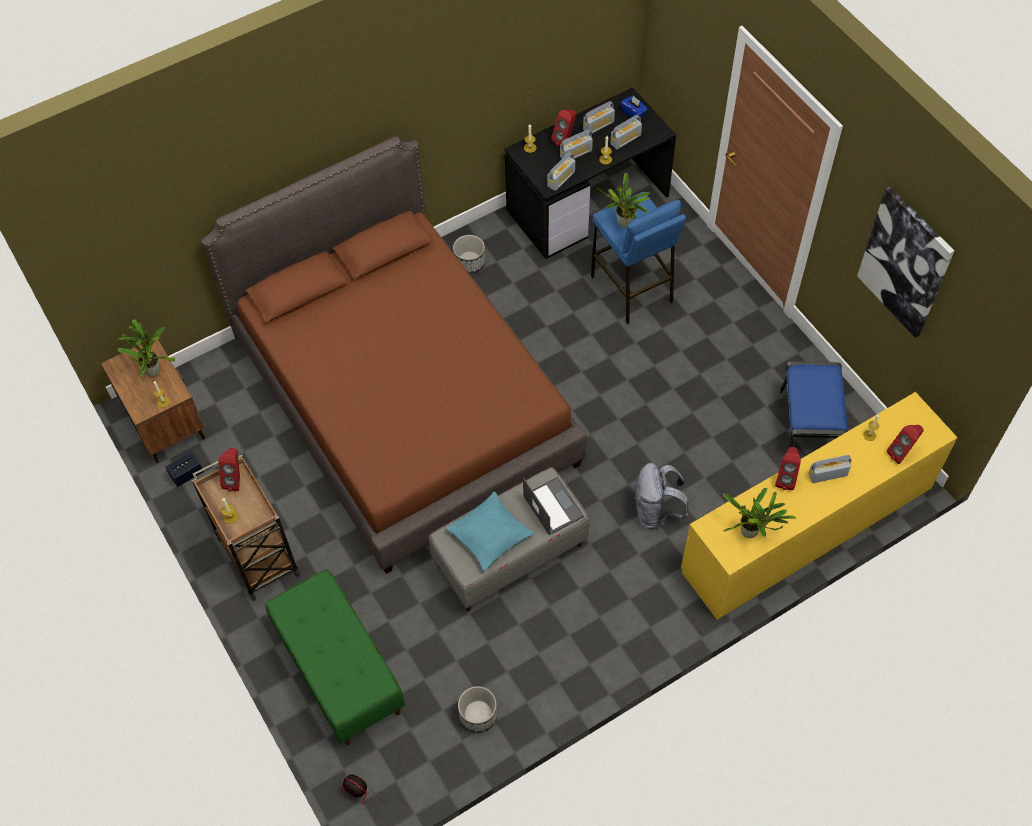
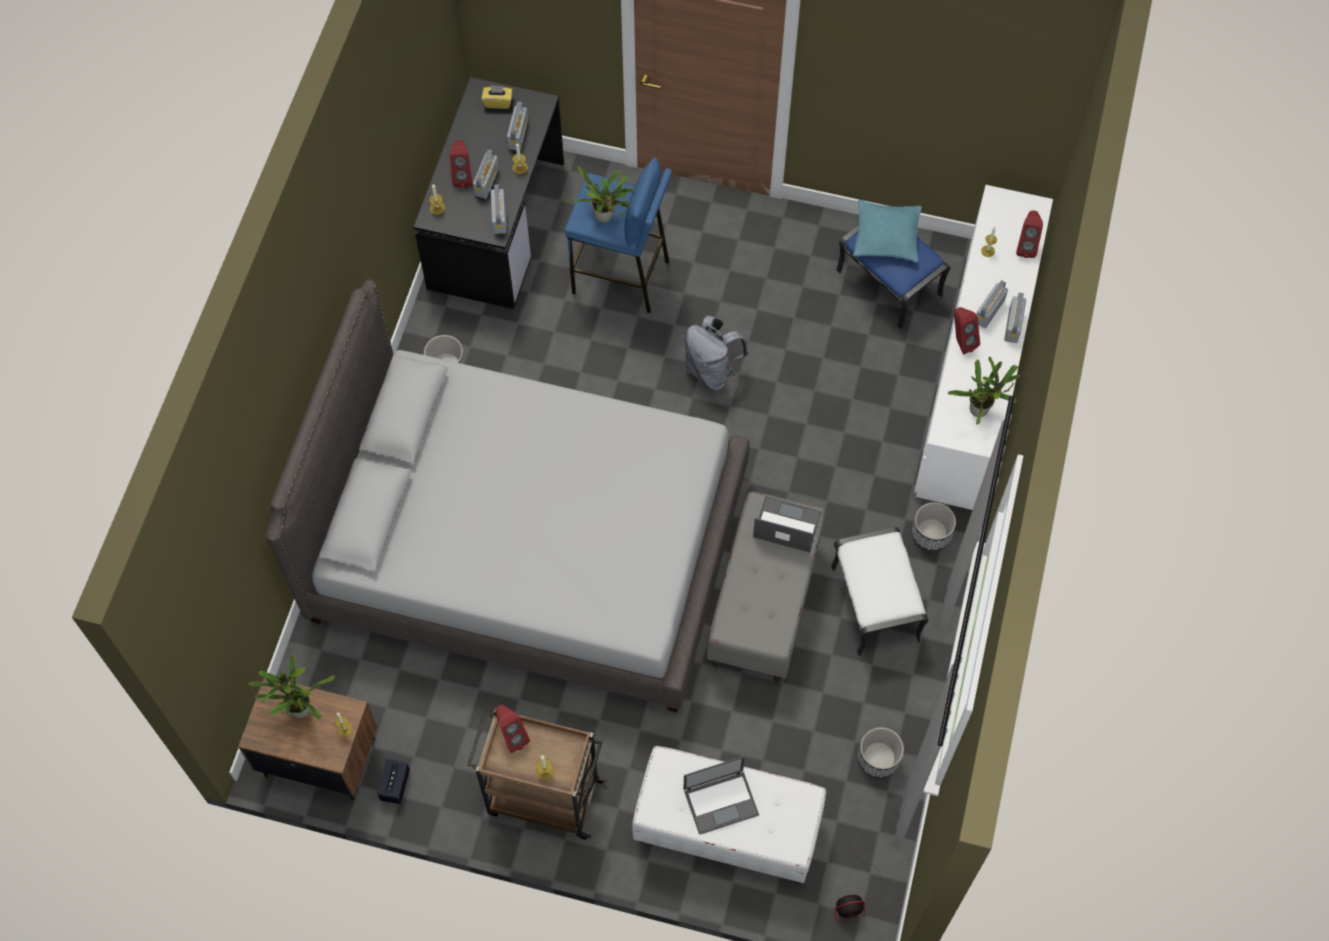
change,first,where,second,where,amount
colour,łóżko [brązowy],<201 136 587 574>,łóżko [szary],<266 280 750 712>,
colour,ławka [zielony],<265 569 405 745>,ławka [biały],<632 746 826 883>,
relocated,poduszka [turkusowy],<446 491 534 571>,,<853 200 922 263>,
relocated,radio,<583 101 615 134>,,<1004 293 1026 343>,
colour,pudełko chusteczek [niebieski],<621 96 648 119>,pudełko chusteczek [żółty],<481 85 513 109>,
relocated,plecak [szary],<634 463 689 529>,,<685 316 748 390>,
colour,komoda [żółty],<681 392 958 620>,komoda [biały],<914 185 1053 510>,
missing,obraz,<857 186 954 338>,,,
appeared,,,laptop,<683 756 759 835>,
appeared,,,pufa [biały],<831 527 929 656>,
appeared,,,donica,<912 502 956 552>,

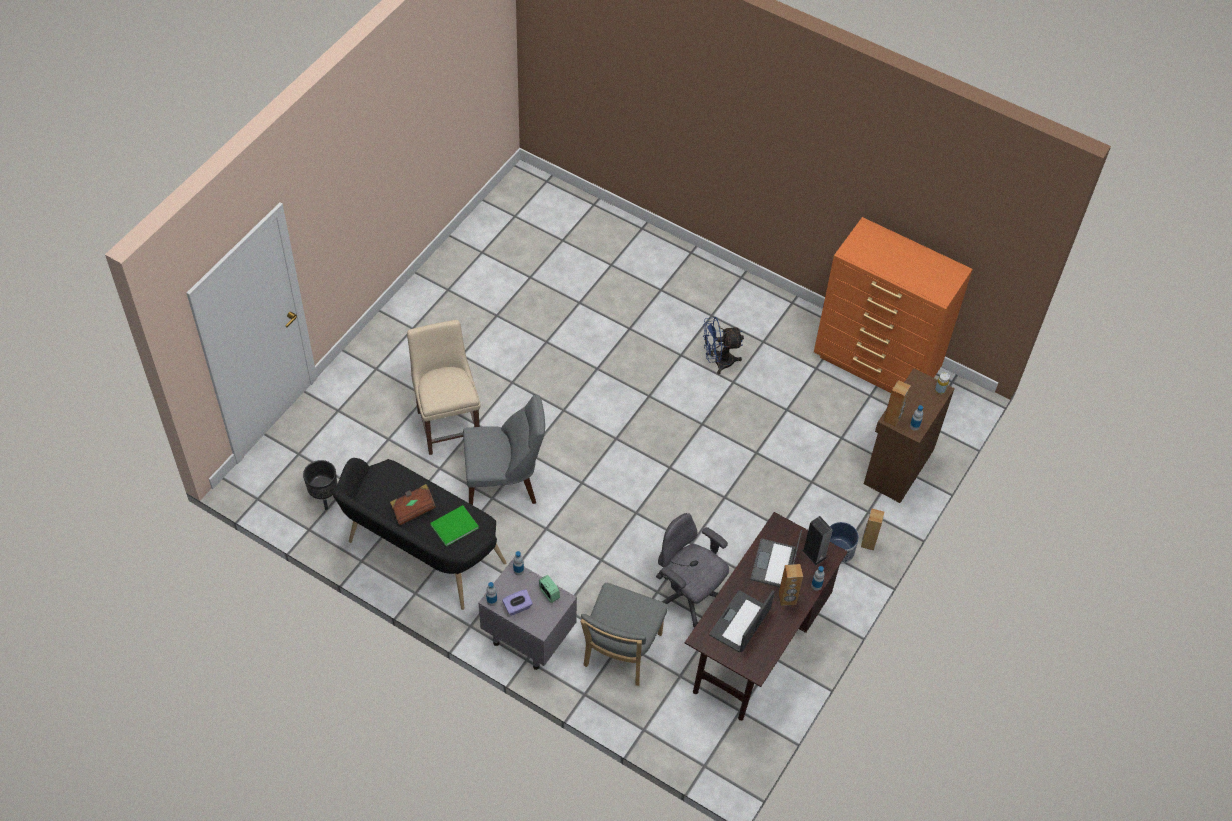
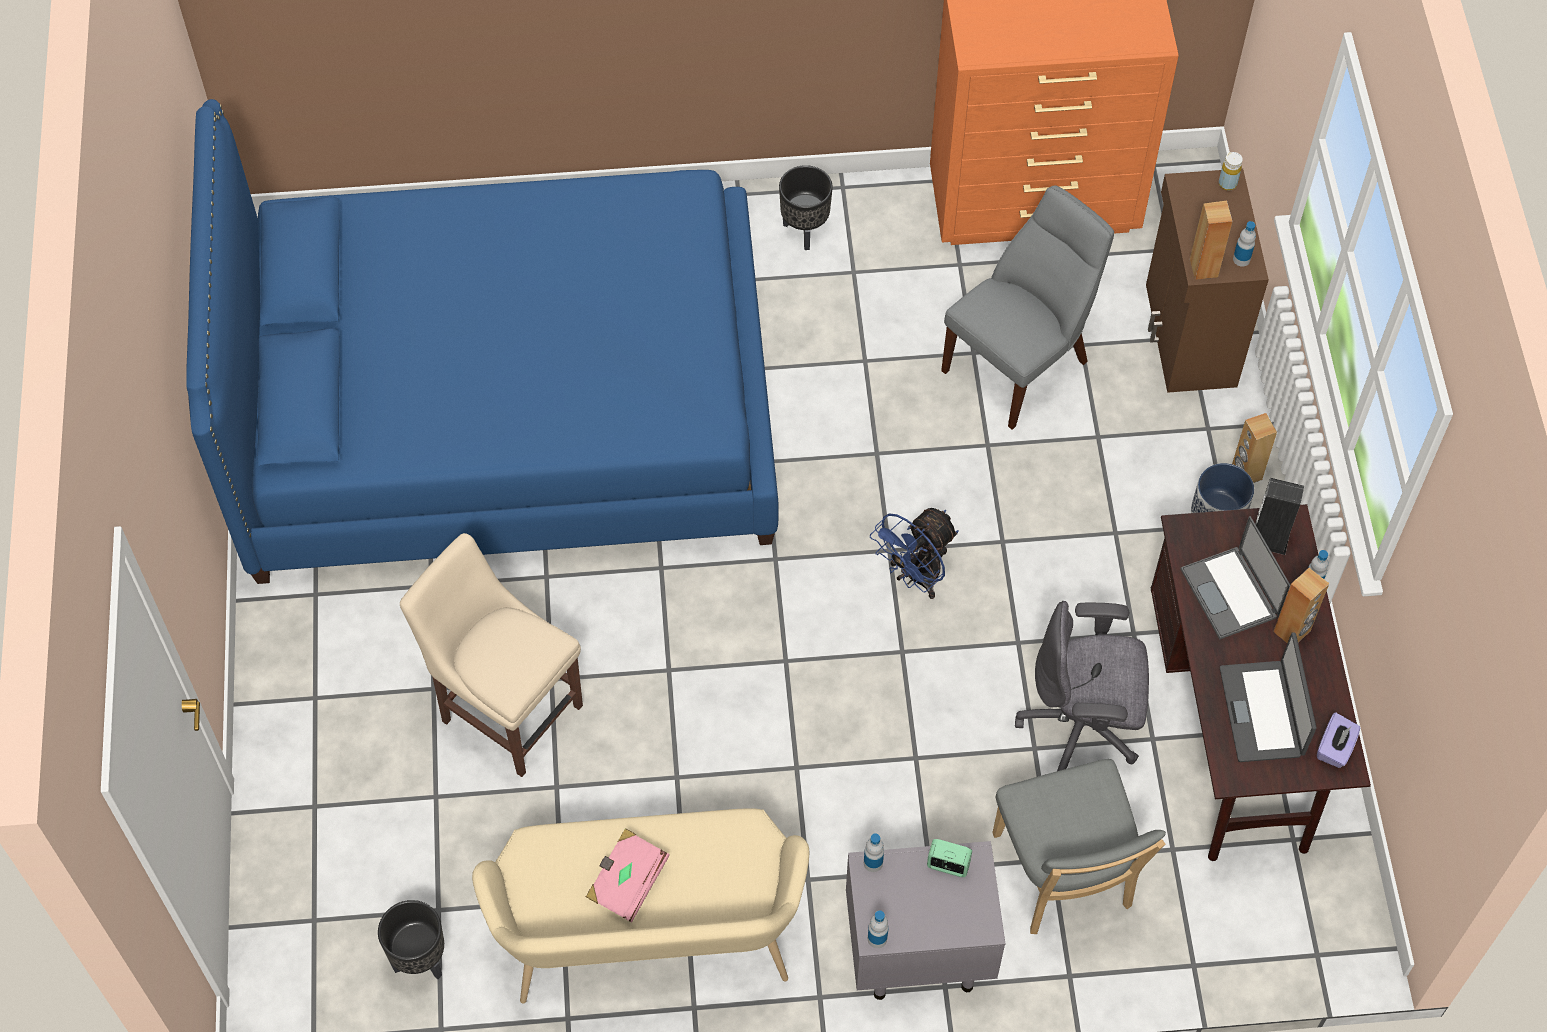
change,first,where,second,where,amount
colour,ławka [czarny],<332 458 506 610>,ławka [beżowy],<472 808 809 1004>,
colour,książka [brązowy],<390 484 436 525>,książka [różowy],<586 828 670 922>,
missing,książka [zielony],<430 505 479 546>,,,
relocated,krzesło [szary],<463 394 545 505>,,<941 185 1114 429>,
relocated,pudełko chusteczek [fioletowy],<502 589 533 616>,,<1317 712 1361 768>,
relocated,wentylator [niebieski],<703 317 744 375>,,<870 508 959 599>,
appeared,,,łóżko [niebieski],<186 99 779 584>,
appeared,,,donica [czarny],<779 165 833 250>,

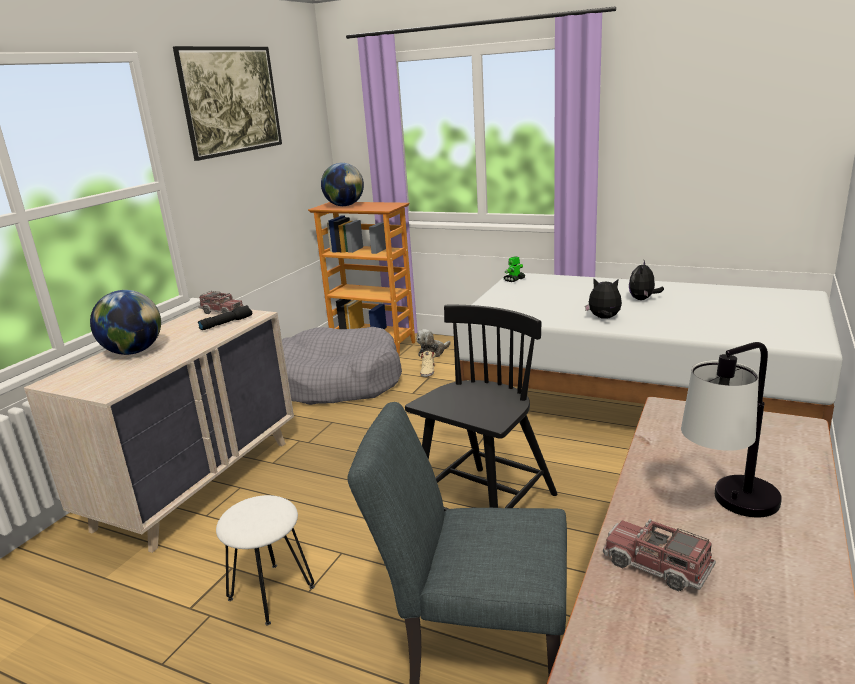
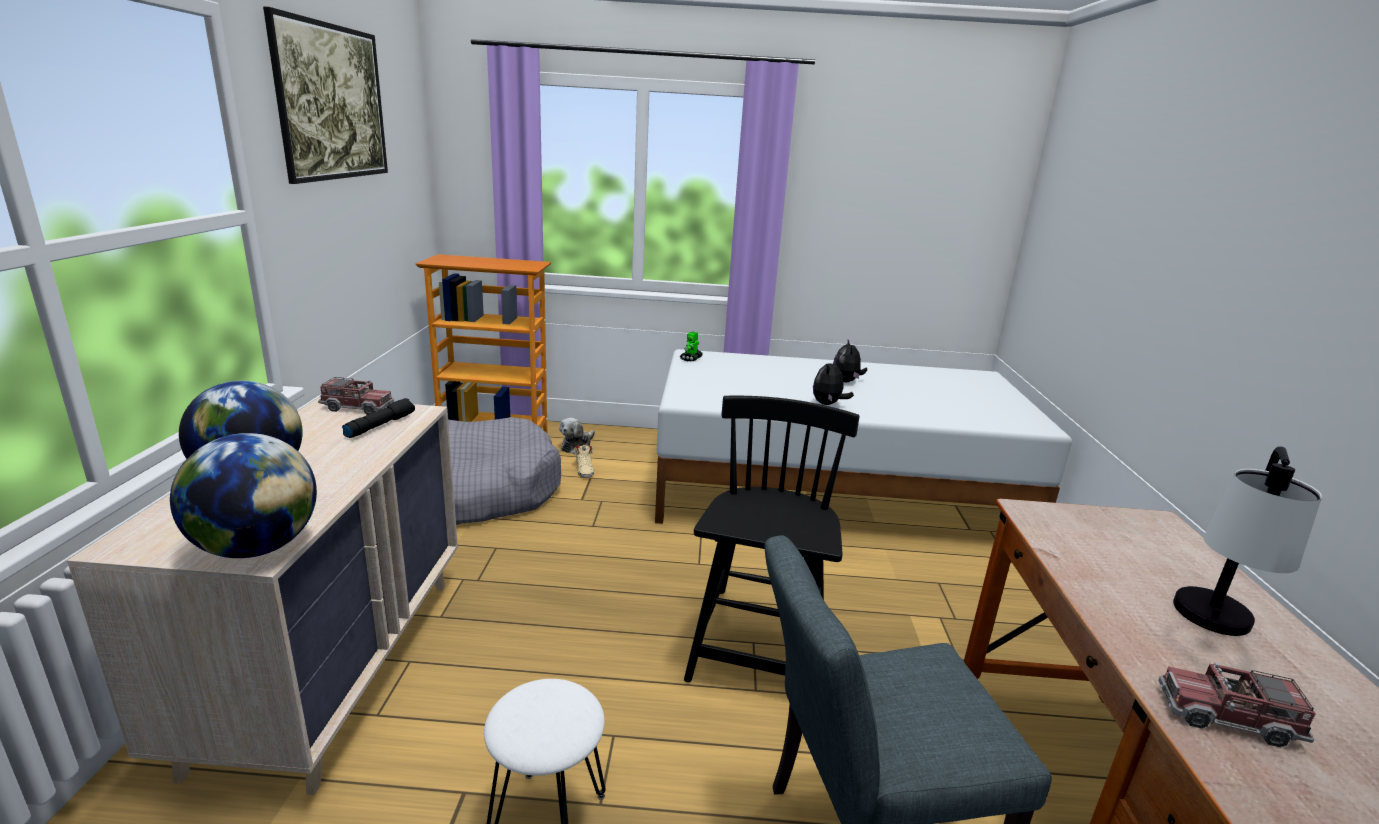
change,first,where,second,where,amount
relocated,globus,<321 163 364 206>,,<170 433 317 558>,
spun,pluszak,<585 279 622 319>,,<813 357 854 405>,60 degrees counterclockwise

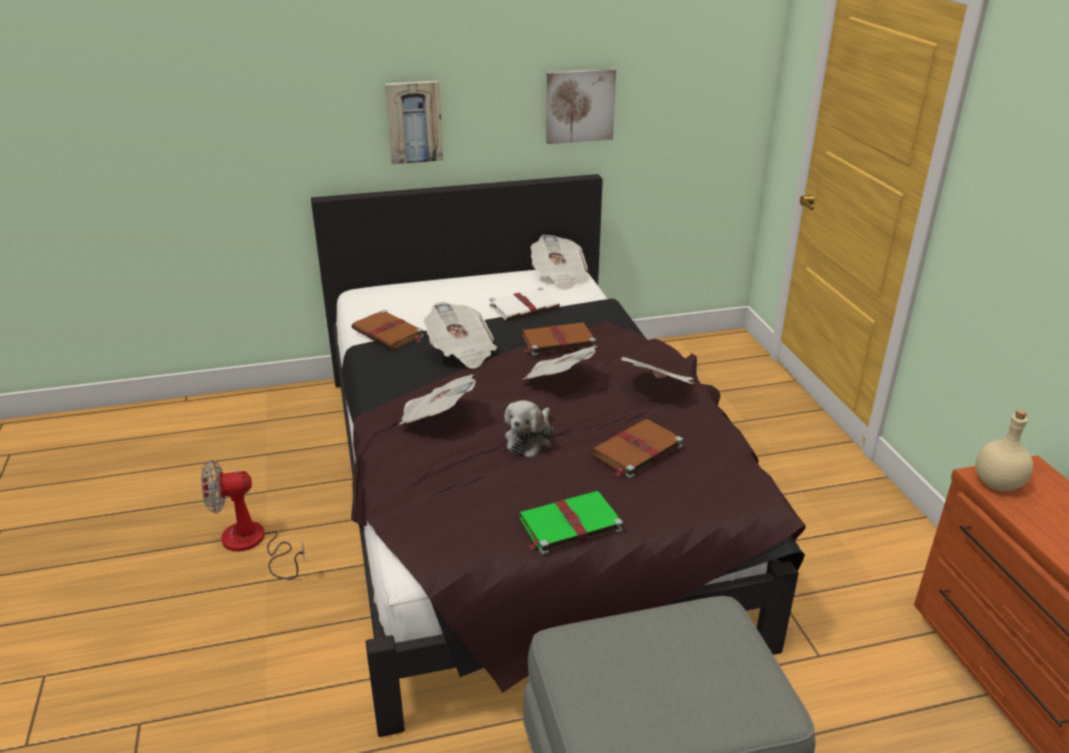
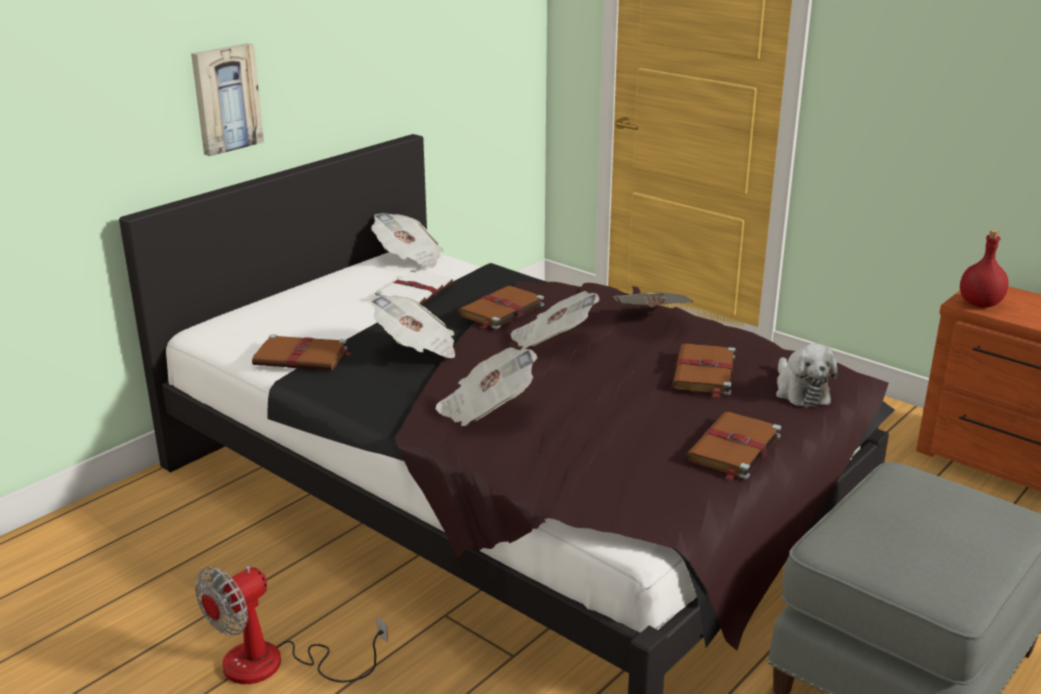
change,first,where,second,where,amount
relocated,pluszak,<504 400 553 457>,,<776 344 838 408>,
colour,książka [zielony],<519 491 623 555>,książka [brązowy],<686 412 781 480>,
missing,obraz,<546 68 616 144>,,,
colour,butelka [beżowy],<976 409 1033 491>,butelka [czerwony],<960 230 1009 308>,

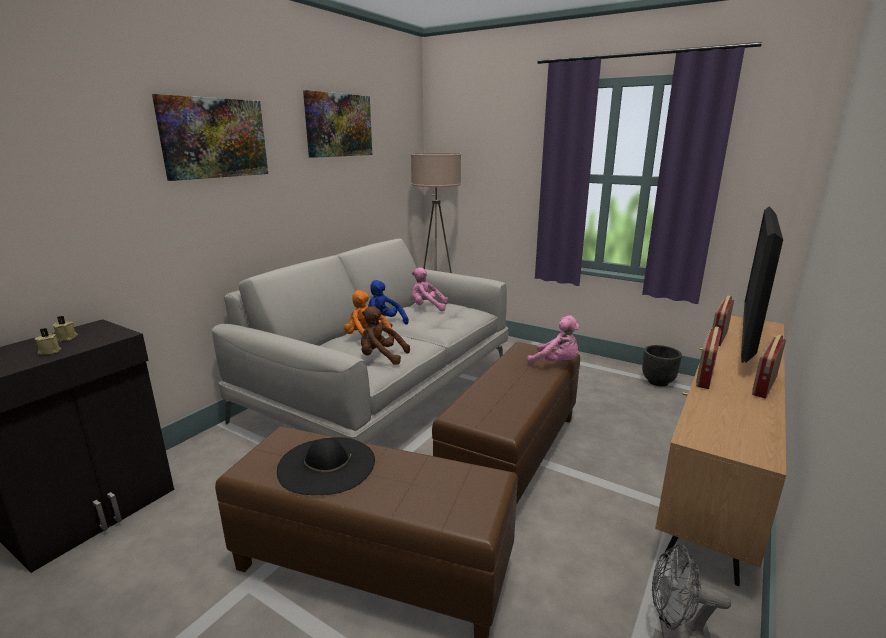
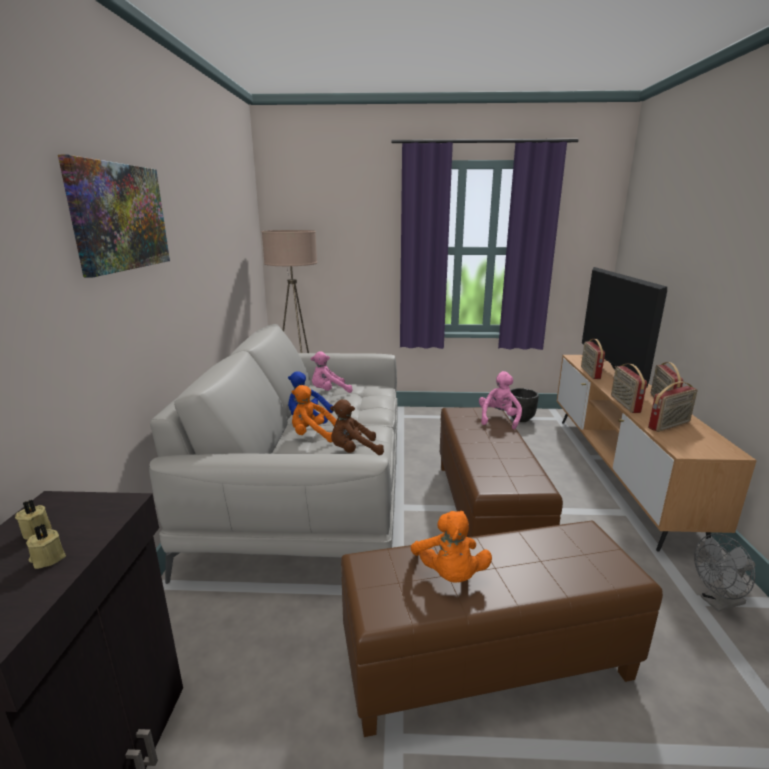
change,first,where,second,where,amount
exchanged,kapelusz [czarny],<277 437 375 495>,pluszak [pomarańczowy],<411 511 492 582>,
missing,obraz,<303 90 372 158>,,,
spun,pluszak [różowy],<527 315 579 365>,,<479 371 522 430>,75 degrees counterclockwise
appeared,,,radio,<648 381 697 432>,

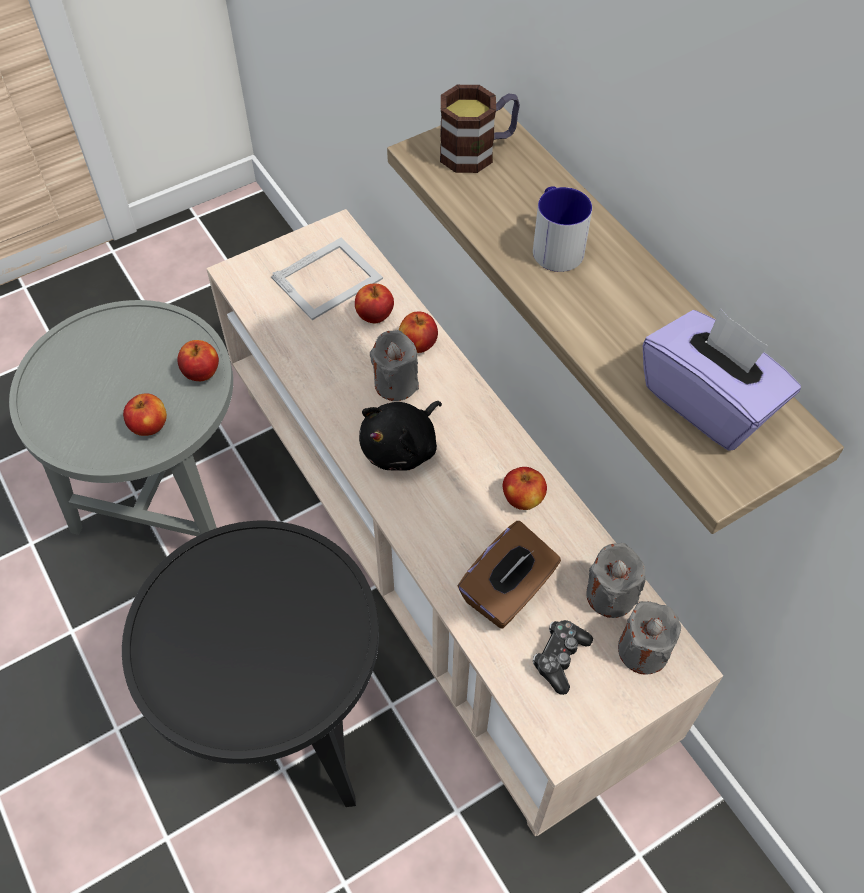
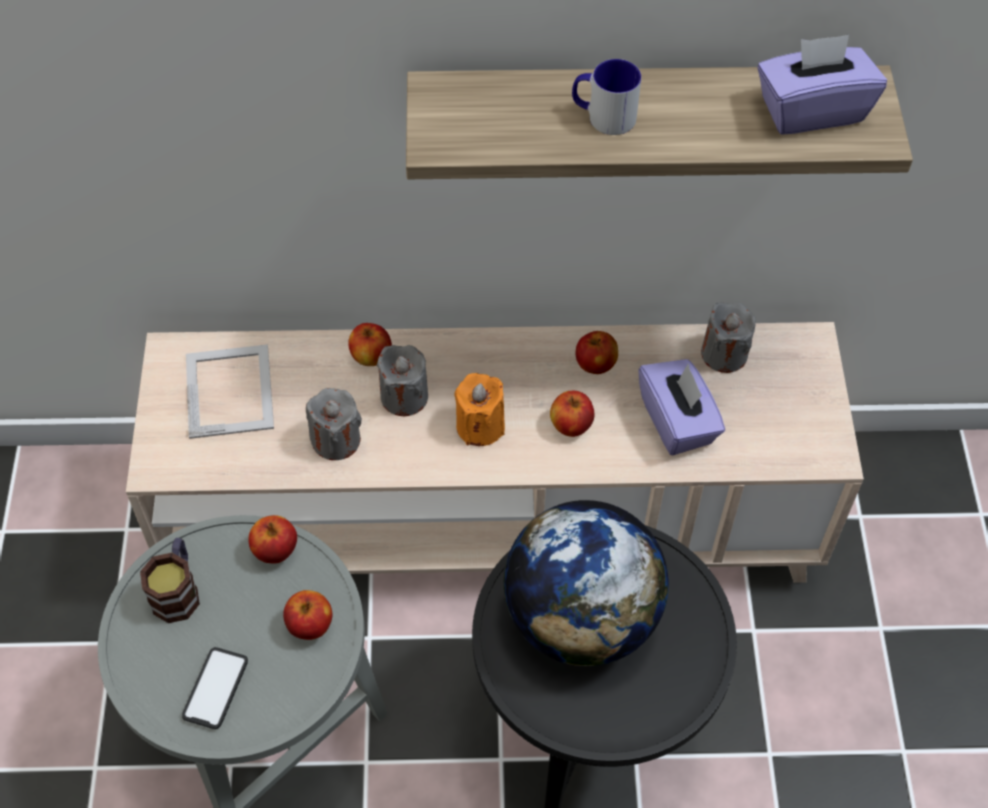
change,first,where,second,where,amount
relocated,jabłko,<355 284 394 323>,,<550 391 594 437>,
exchanged,pluszak [czarny],<359 401 442 471>,świeca [pomarańczowy],<454 373 505 446>,
relocated,kubek,<440 85 520 173>,,<140 538 200 623>,
colour,pudełko chusteczek [brązowy],<458 521 561 629>,pudełko chusteczek [fioletowy],<638 359 725 455>,
missing,pad do gier,<533 620 593 695>,,,
relocated,świeca [szary],<618 601 681 675>,,<306 388 362 460>,
appeared,,,telefon,<182 647 248 729>,
appeared,,,globus,<504 500 669 666>,

